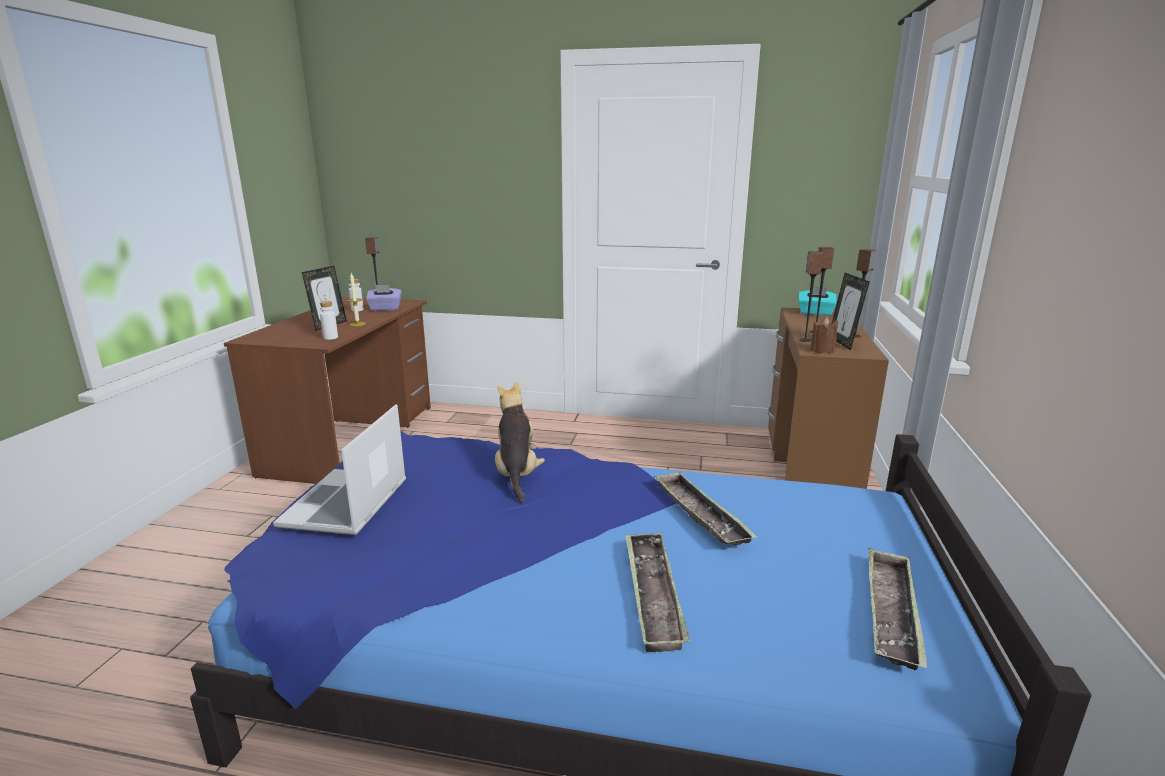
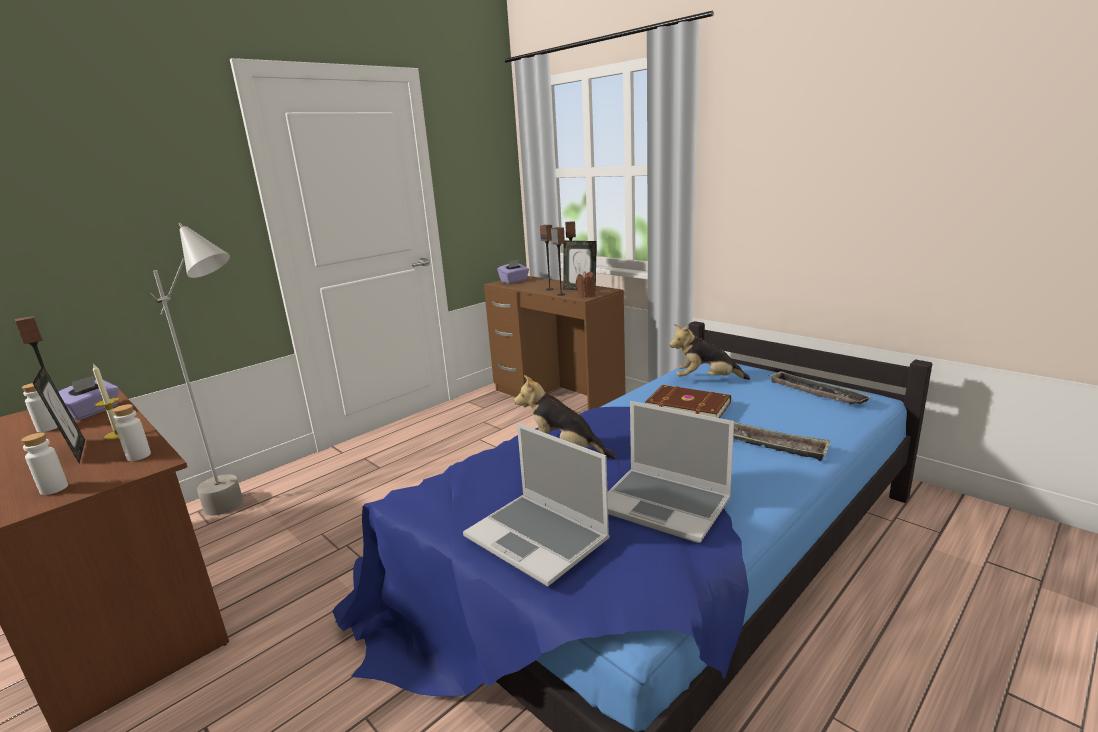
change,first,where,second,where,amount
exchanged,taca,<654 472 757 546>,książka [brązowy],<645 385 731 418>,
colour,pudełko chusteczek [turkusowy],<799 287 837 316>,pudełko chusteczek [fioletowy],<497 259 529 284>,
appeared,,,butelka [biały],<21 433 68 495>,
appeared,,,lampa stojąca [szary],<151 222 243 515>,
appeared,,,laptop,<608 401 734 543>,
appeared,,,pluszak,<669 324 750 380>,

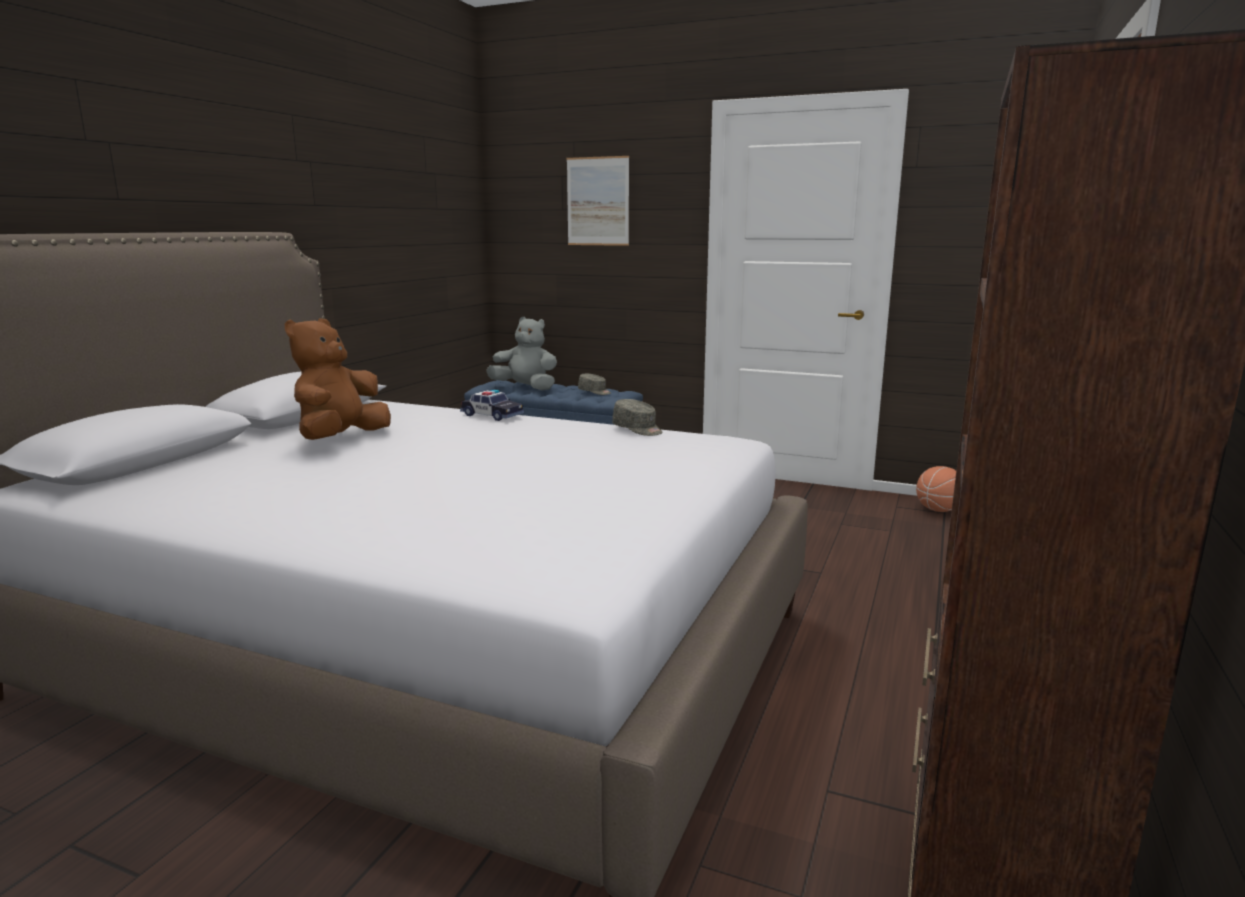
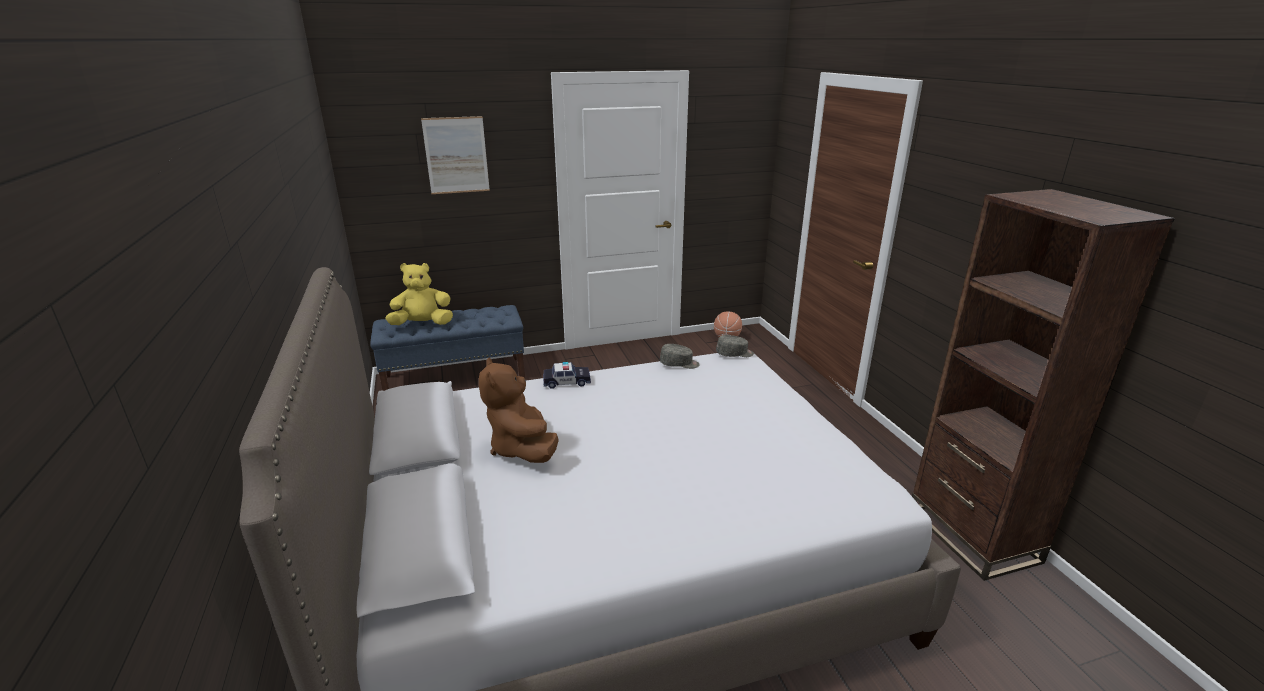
change,first,where,second,where,amount
colour,pluszak [szary],<486 317 557 391>,pluszak [żółty],<385 263 453 325>,
relocated,czapka z daszkiem [szary],<578 374 611 395>,,<716 335 754 357>,

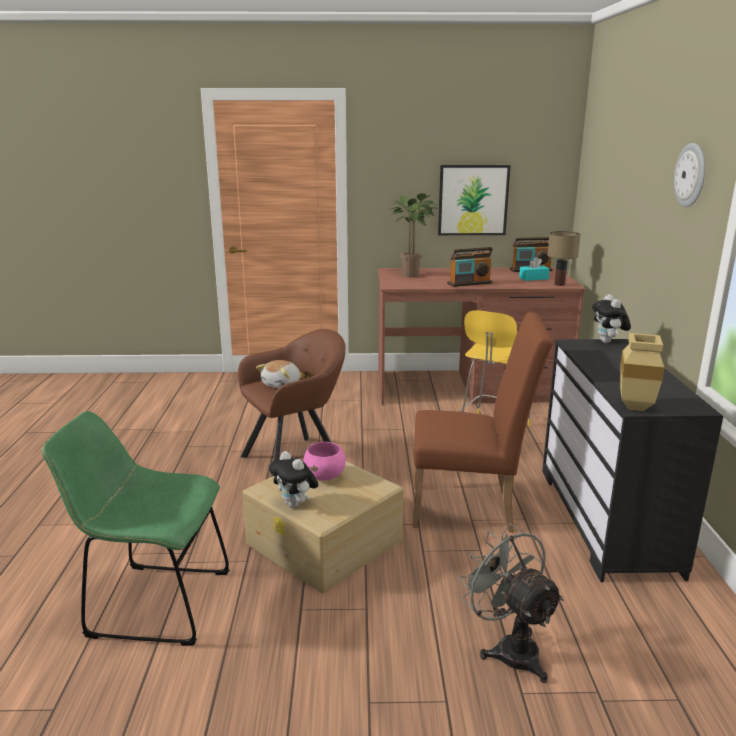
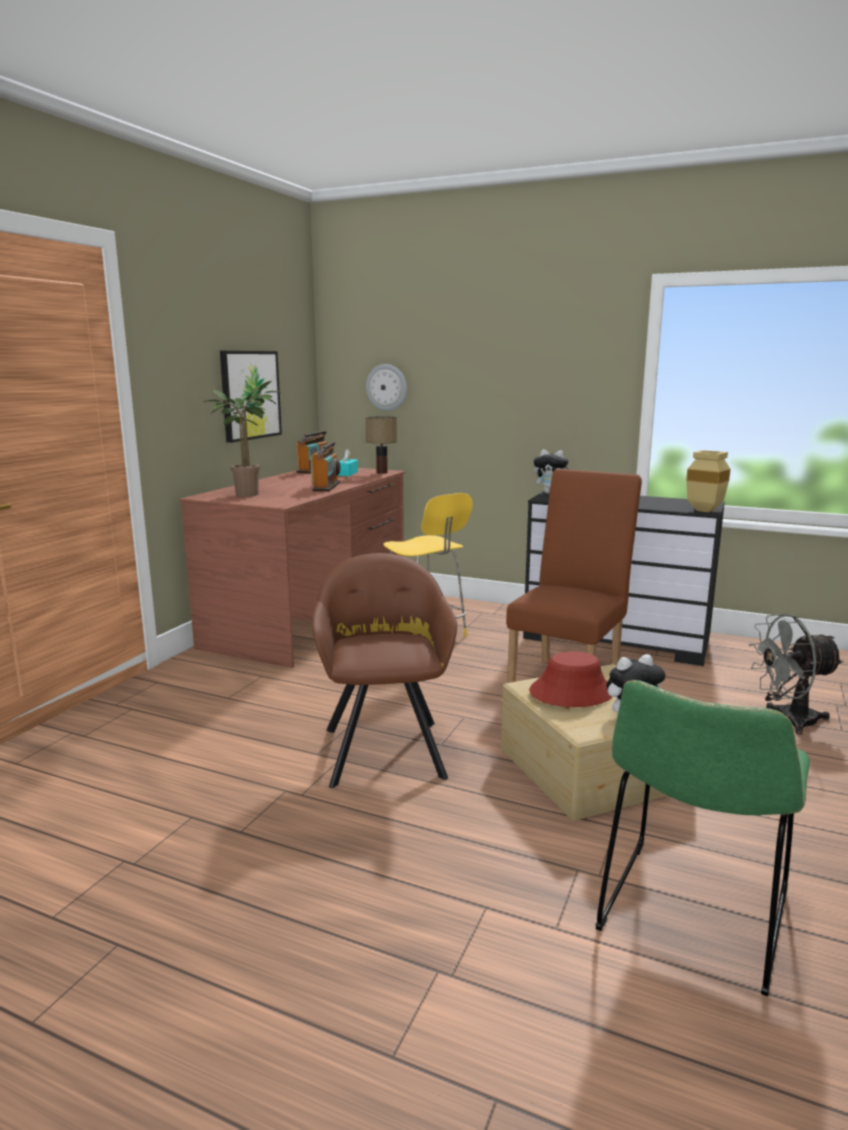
change,first,where,second,where,amount
missing,pluszak,<256 360 300 388>,,,
exchanged,miska [różowy],<303 442 346 480>,kapelusz [czerwony],<529 651 612 707>,
relocated,zegar ścienny,<674 143 705 207>,,<366 364 407 411>,

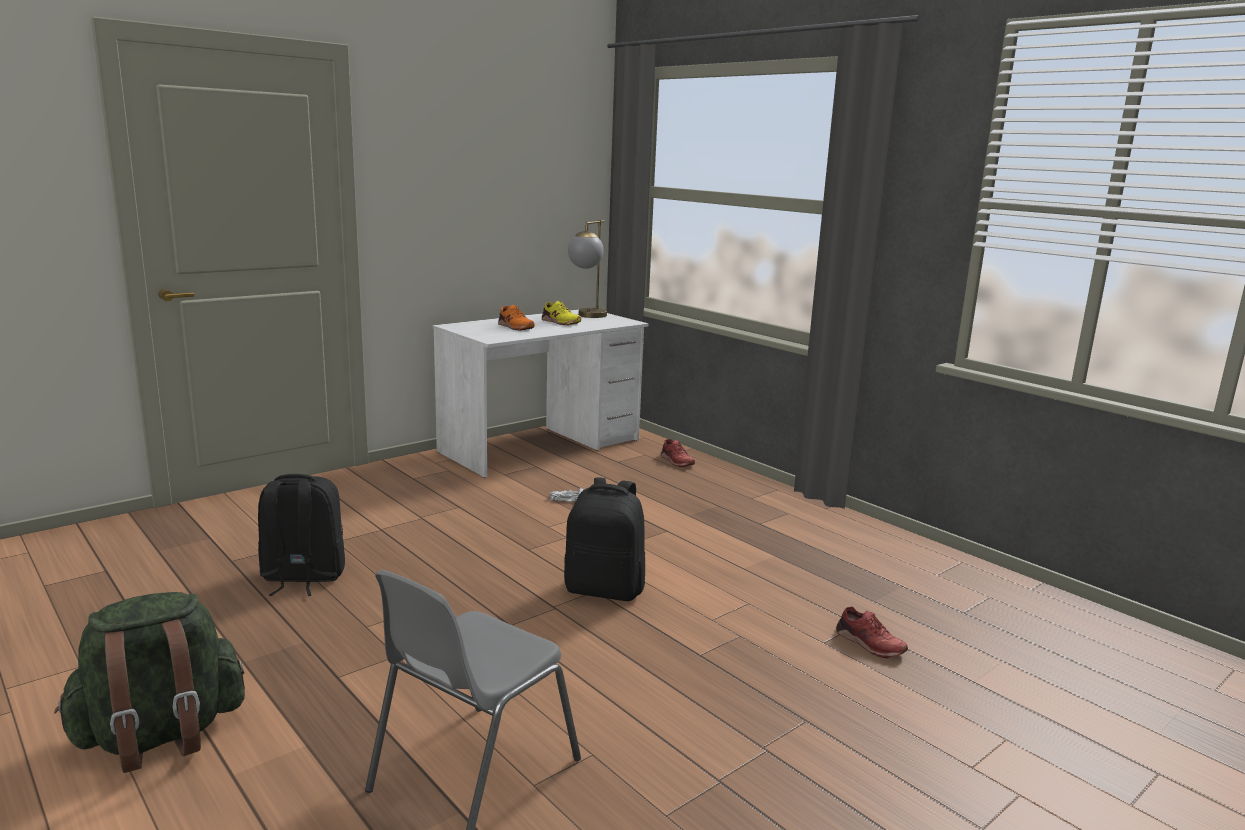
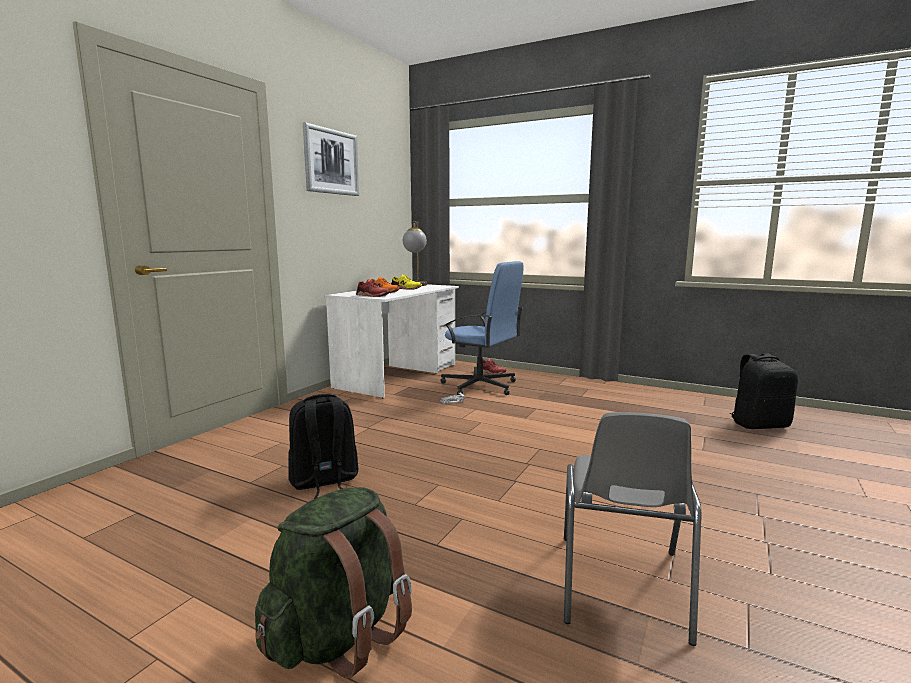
change,first,where,second,where,amount
relocated,plecak [czarny],<564 477 645 601>,,<730 353 798 429>,
relocated,but [czerwony],<836 606 908 659>,,<356 279 389 297>,
appeared,,,obraz,<303 122 359 196>,
appeared,,,krzesło biurowe [niebieski],<441 261 524 395>,

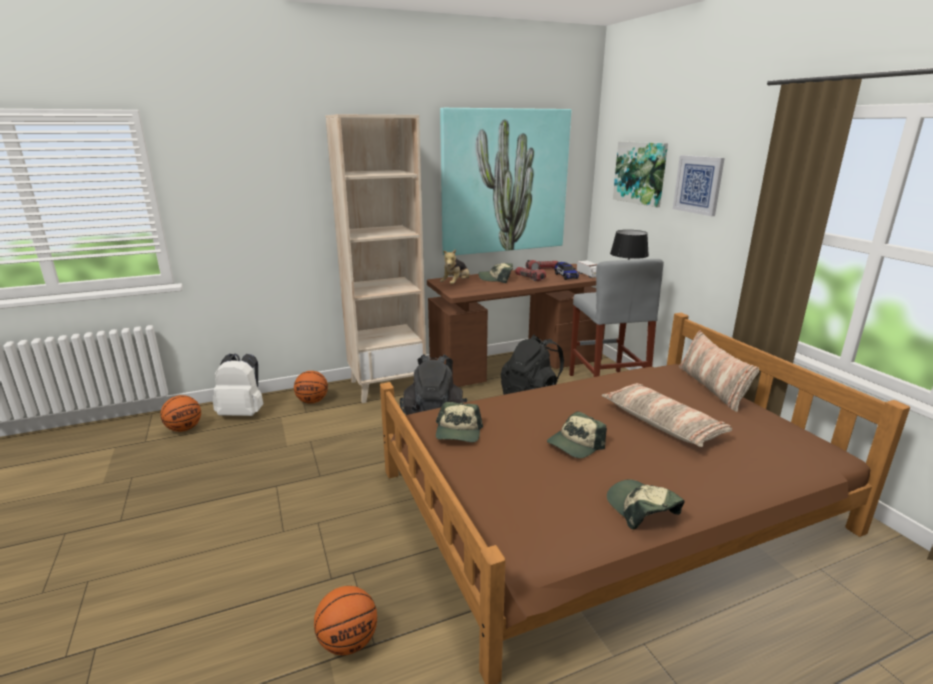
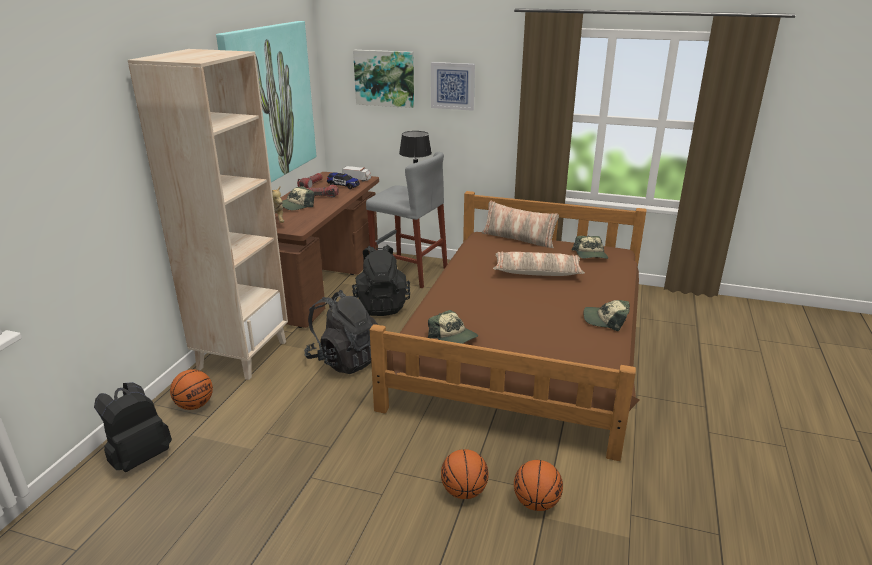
change,first,where,second,where,amount
relocated,piłka do koszykówki,<160 395 201 432>,,<441 449 488 499>,
colour,plecak [biały],<212 353 263 416>,plecak [czarny],<94 382 172 472>,
relocated,czapka z daszkiem,<547 411 607 458>,,<572 236 608 259>,

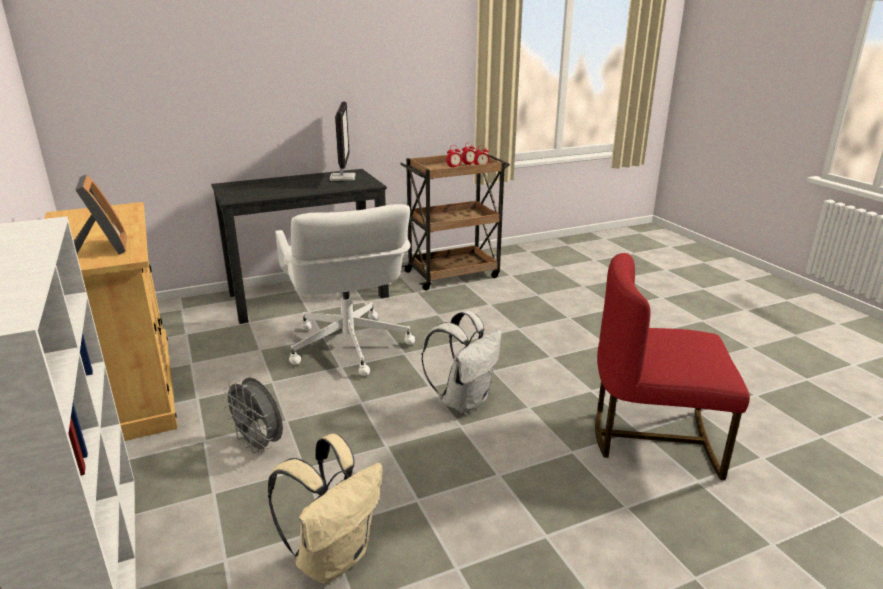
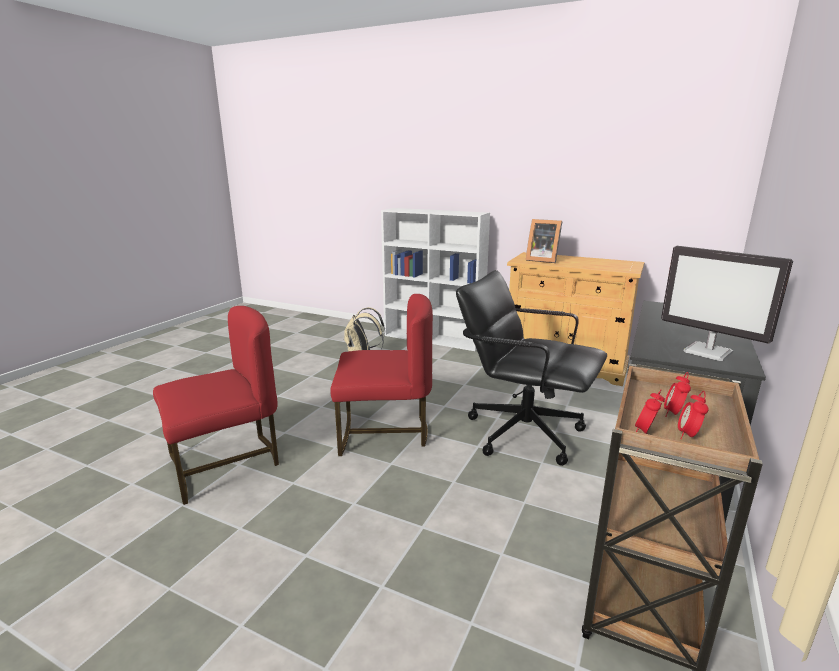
change,first,where,second,where,amount
missing,wentylator [szary],<222 377 283 455>,,,
colour,krzesło biurowe [biały],<275 204 415 376>,krzesło biurowe [czarny],<456 270 607 466>,
exchanged,plecak [biały],<421 311 502 414>,krzesło [czerwony],<330 294 433 456>,

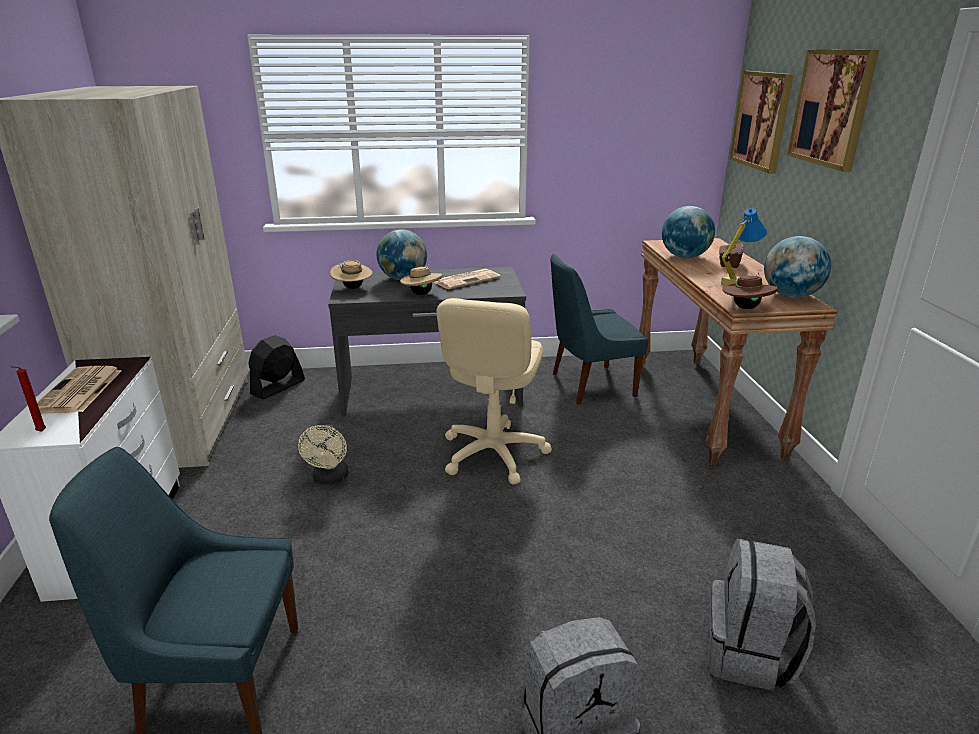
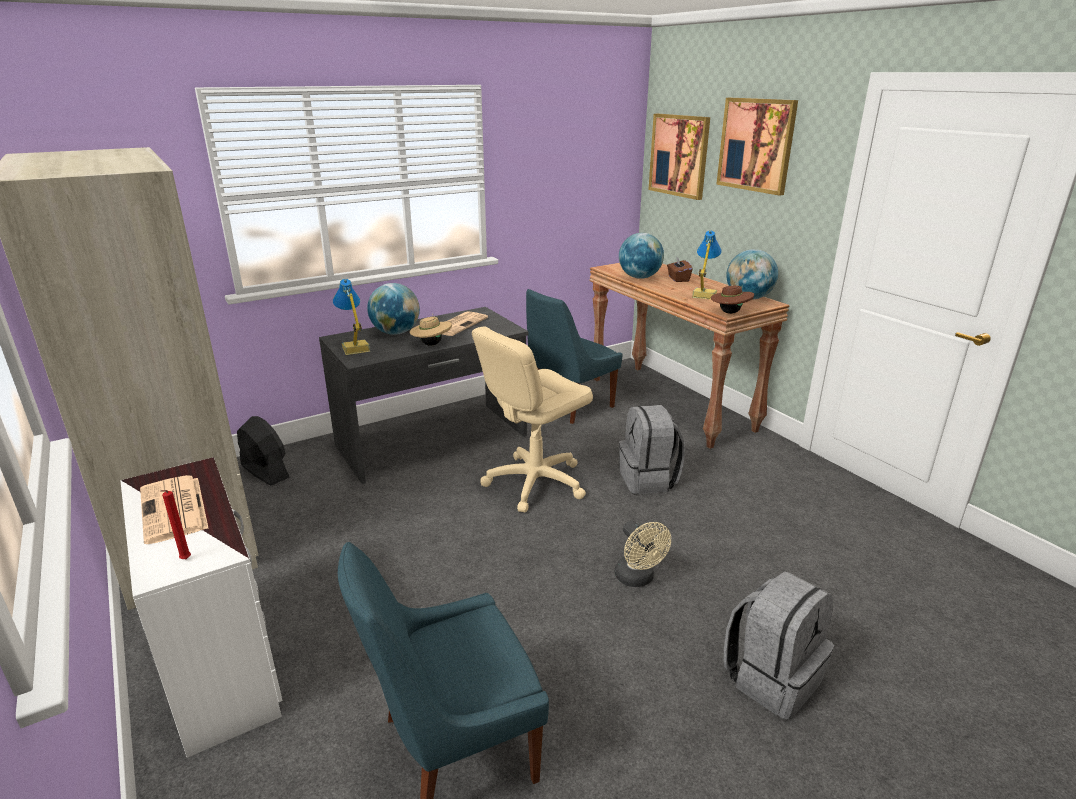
change,first,where,second,where,amount
spun,wentylator [czarny],<248 335 305 400>,,<237 416 289 486>,120 degrees clockwise
relocated,wentylator [beżowy],<298 425 348 485>,,<615 521 671 587>,
exchanged,kapelusz [beżowy],<330 260 372 289>,lampa stołowa,<333 279 370 355>,
spun,krzesło biurowe [beżowy],<436 298 552 484>,,<472 326 593 512>,60 degrees clockwise
relocated,plecak [szary],<708 539 816 691>,,<619 405 685 494>,

